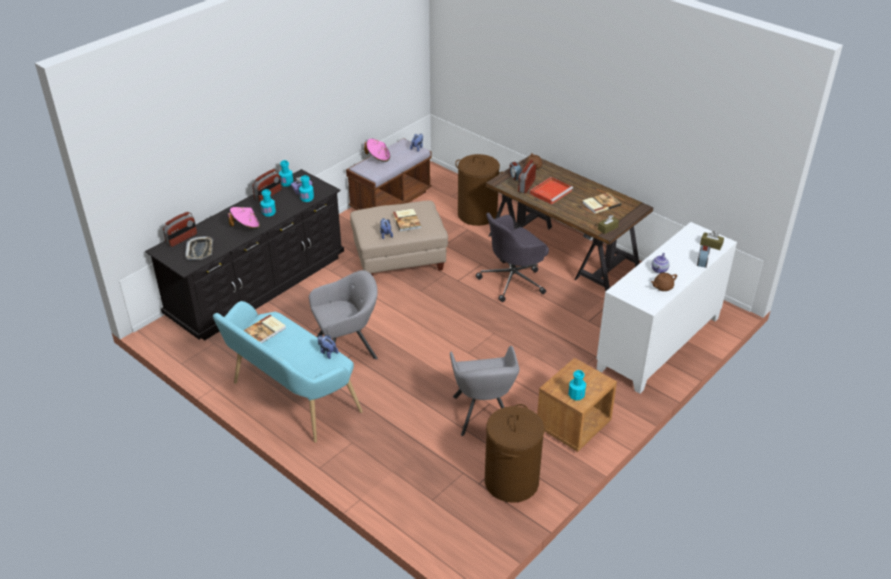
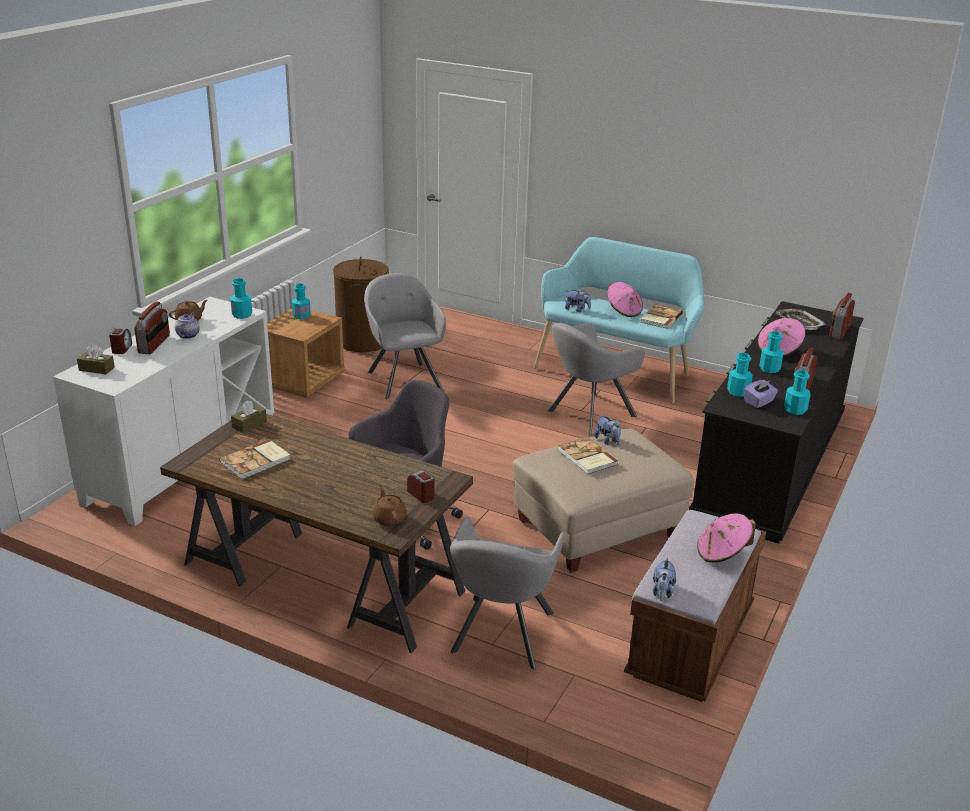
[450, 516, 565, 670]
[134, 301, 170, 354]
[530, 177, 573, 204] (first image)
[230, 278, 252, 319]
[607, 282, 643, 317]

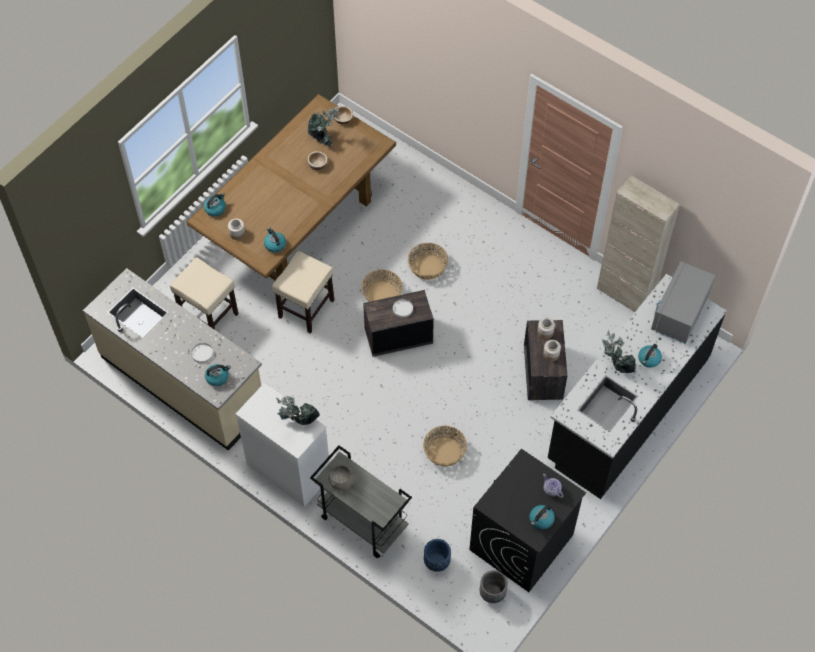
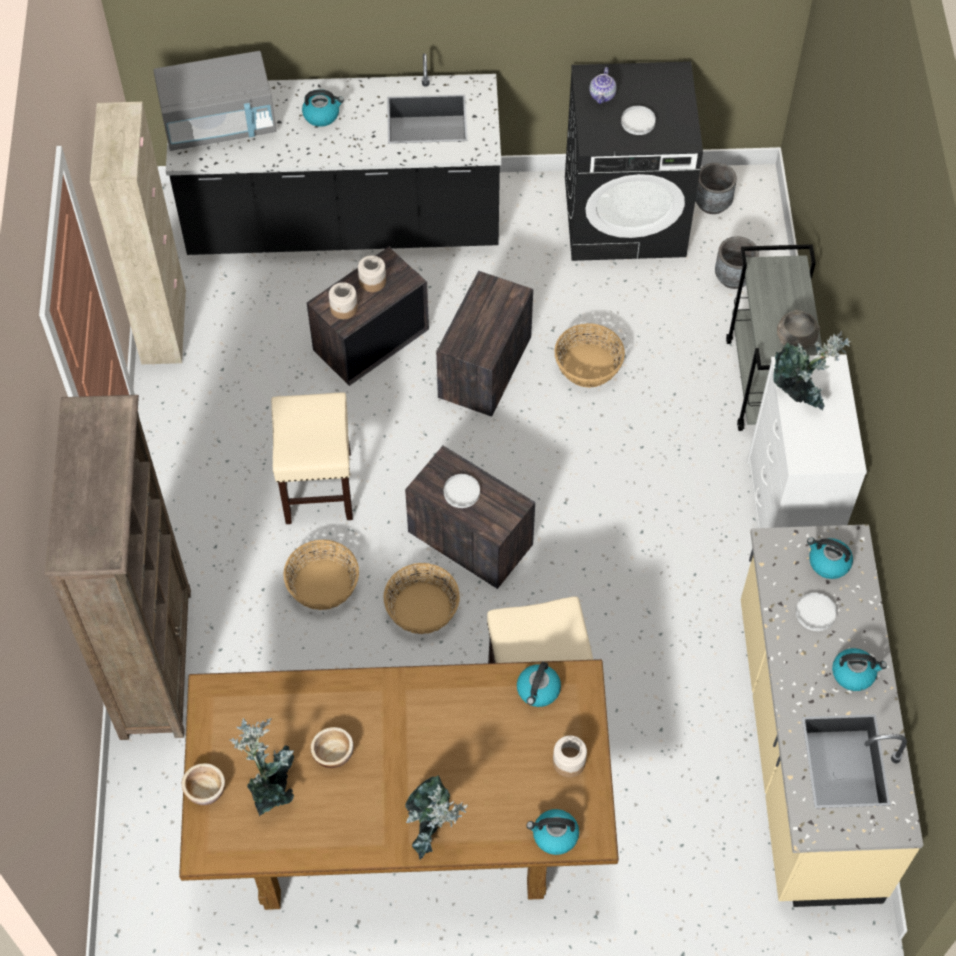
[271, 392, 353, 524]
[715, 236, 759, 289]
[832, 648, 887, 691]
[405, 776, 468, 860]
[45, 395, 191, 740]
[436, 271, 533, 417]
[621, 106, 656, 135]

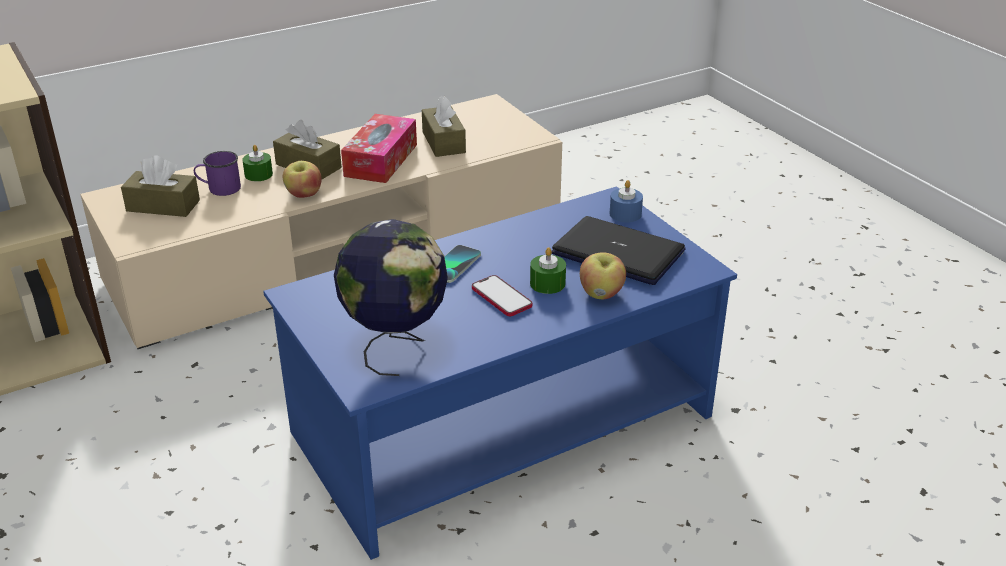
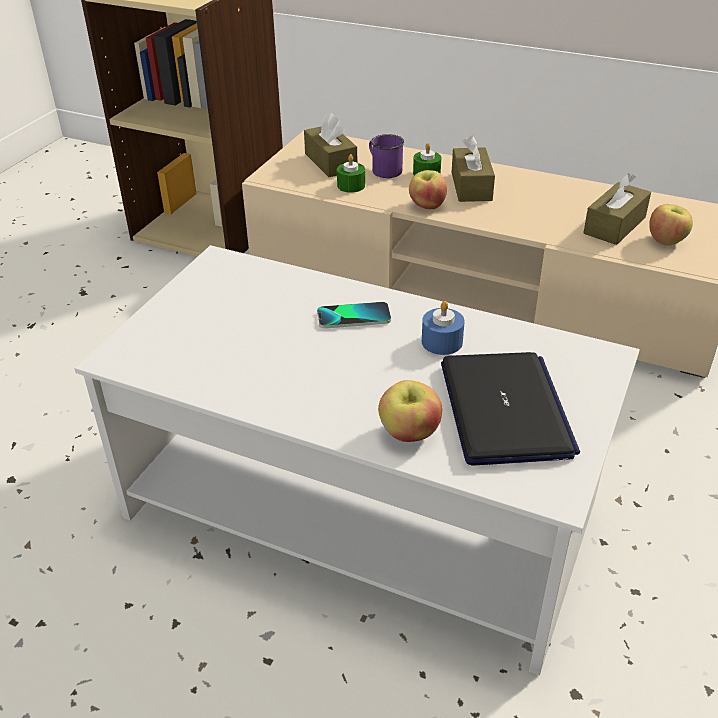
[74, 245, 640, 676]
[334, 219, 448, 376] (first image)
[341, 114, 417, 183] (first image)
[472, 275, 532, 316] (first image)
[337, 154, 365, 193]
[422, 301, 465, 355]
[649, 204, 693, 245]

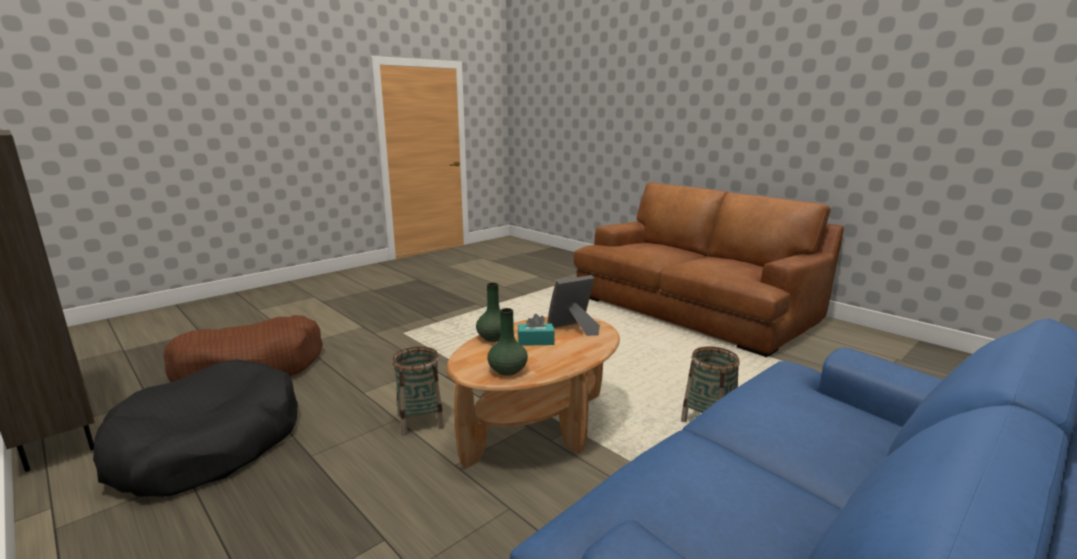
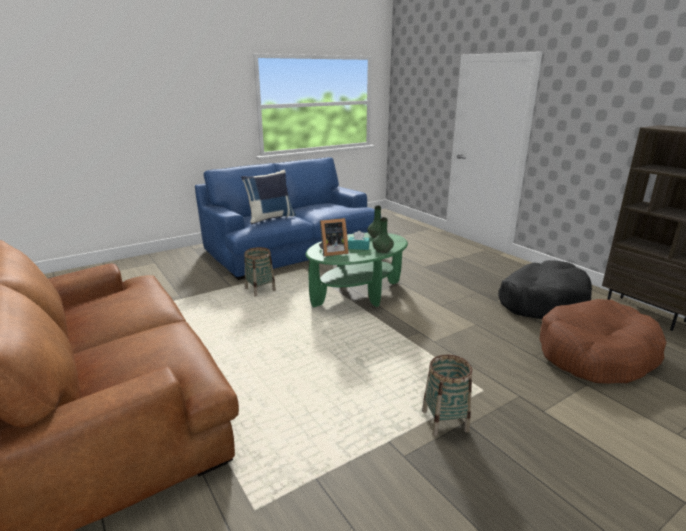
[422, 355, 473, 436]
[306, 233, 408, 307]
[241, 170, 296, 224]

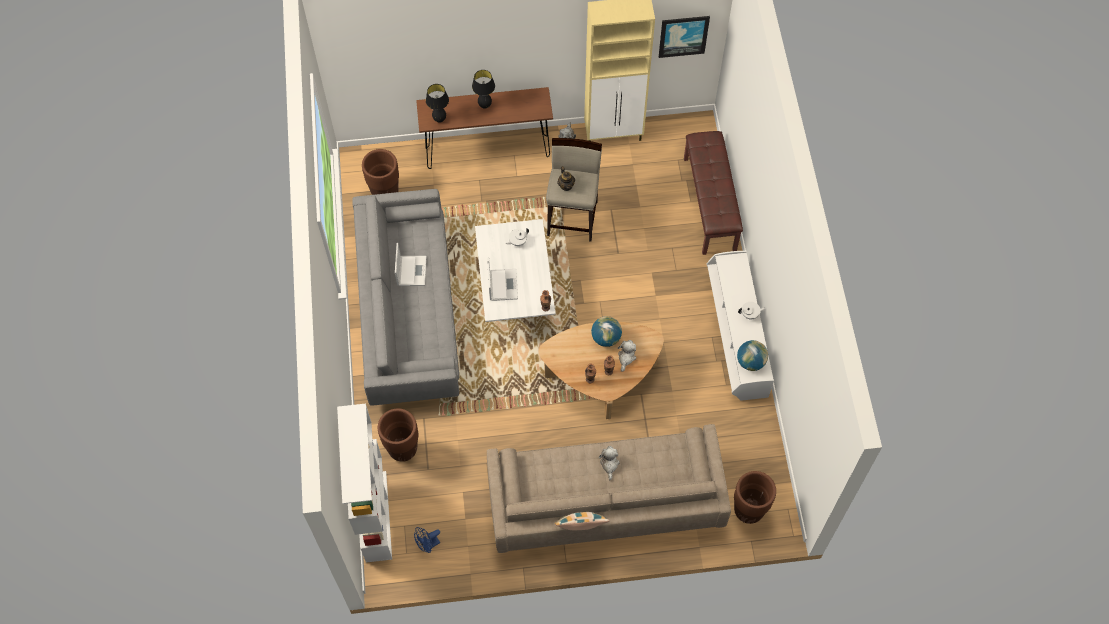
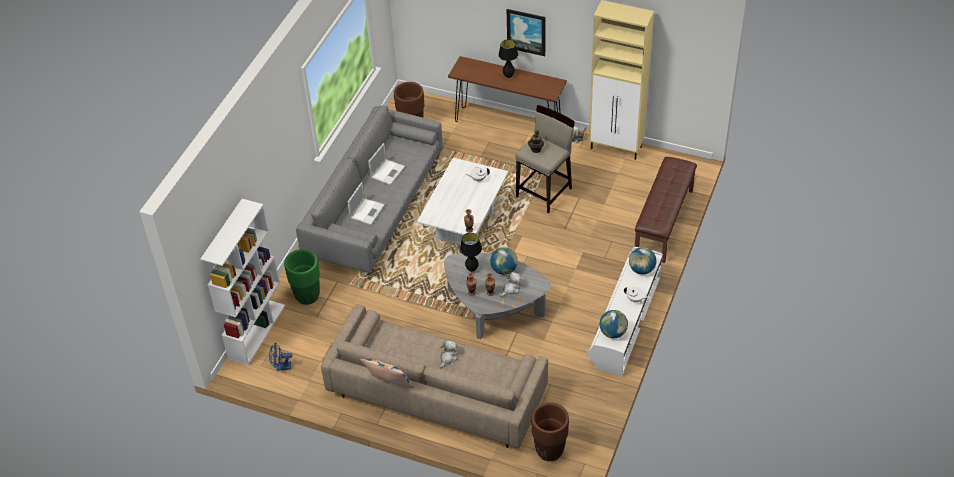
[284, 249, 320, 305]
[460, 233, 482, 272]
[347, 182, 385, 225]
[444, 253, 551, 339]
[507, 9, 546, 56]
[629, 247, 656, 275]

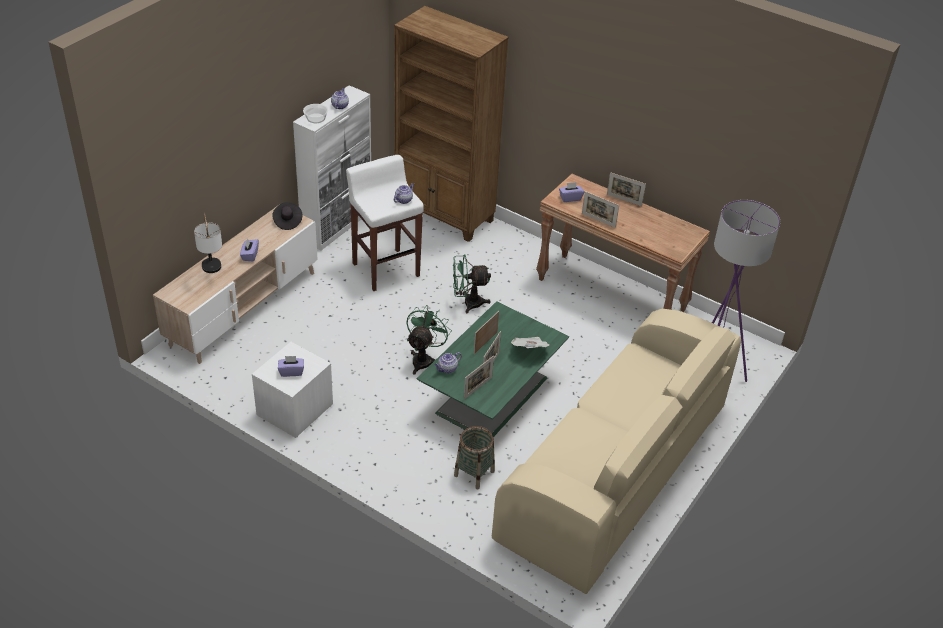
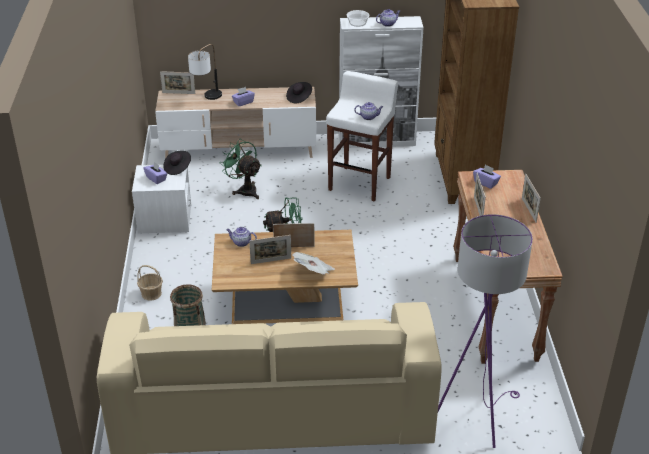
[212, 230, 358, 324]
[221, 139, 262, 199]
[160, 71, 195, 94]
[137, 265, 163, 301]
[163, 150, 191, 175]

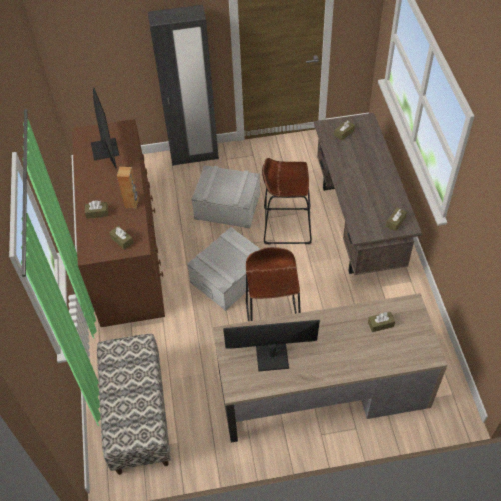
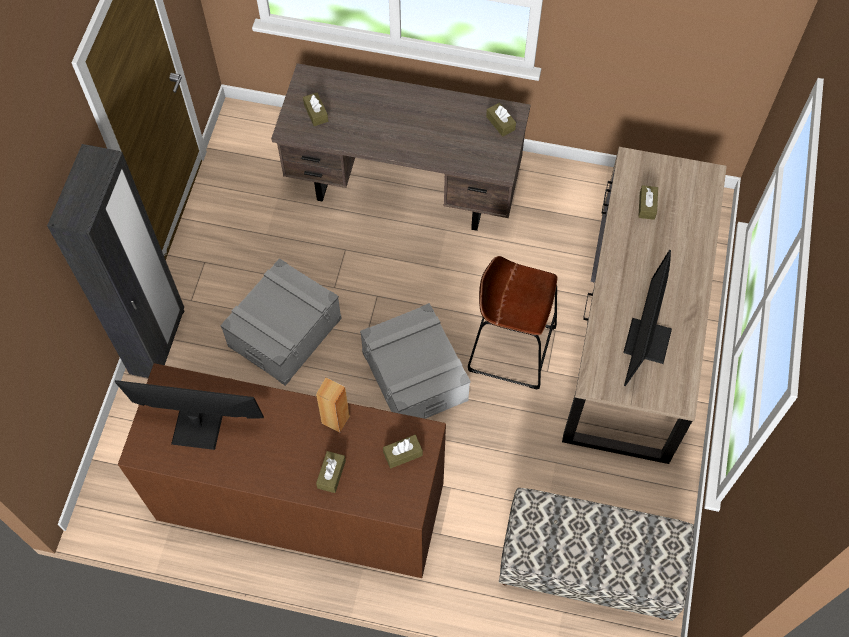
[262, 158, 312, 244] (first image)

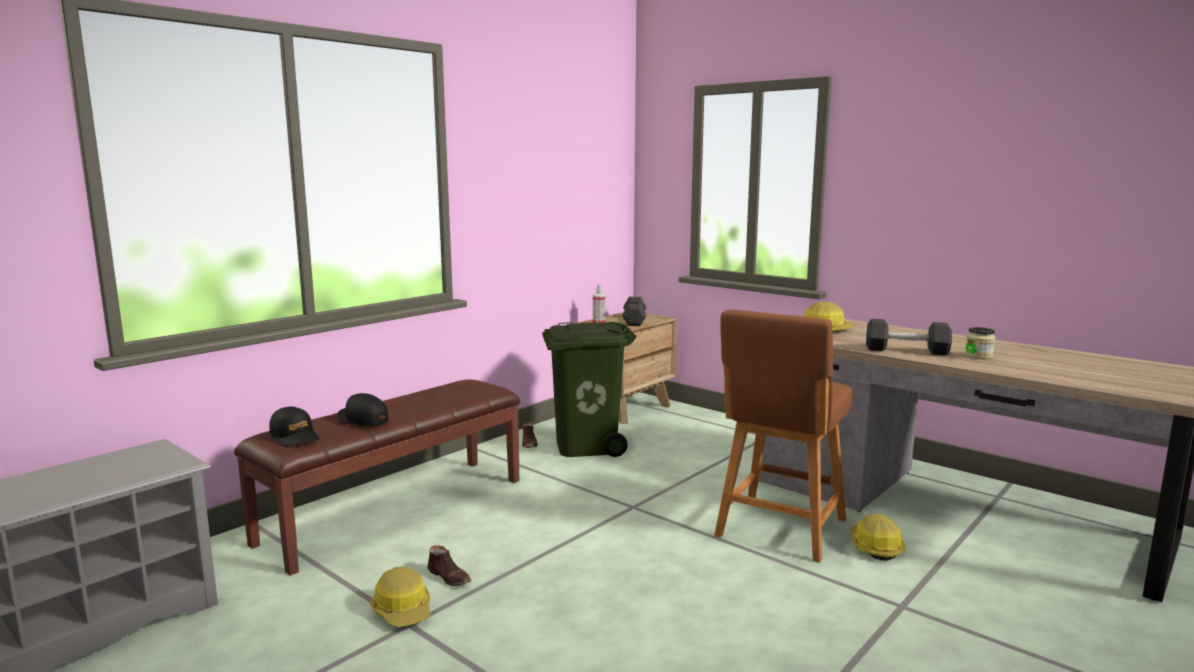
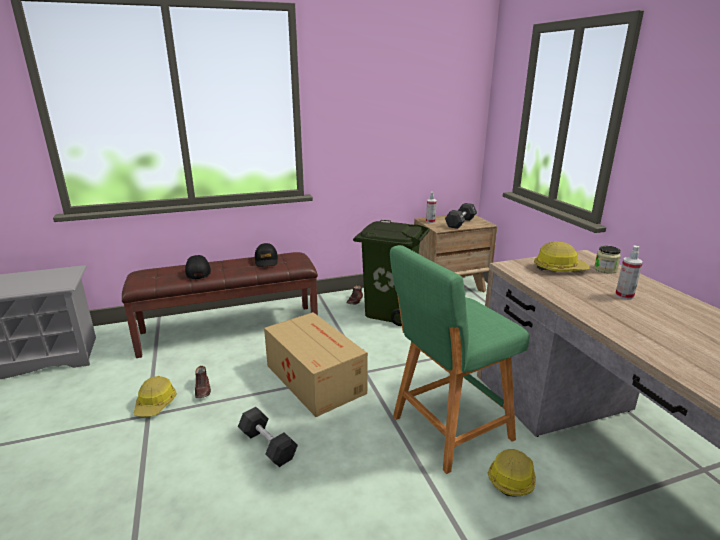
[255, 243, 278, 267]
[390, 245, 530, 474]
[238, 407, 298, 467]
[594, 246, 621, 274]
[264, 312, 368, 417]
[615, 245, 643, 300]

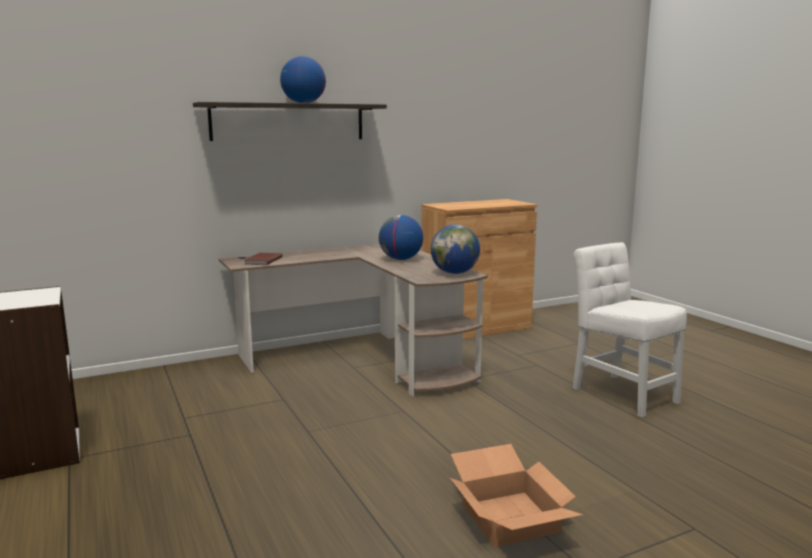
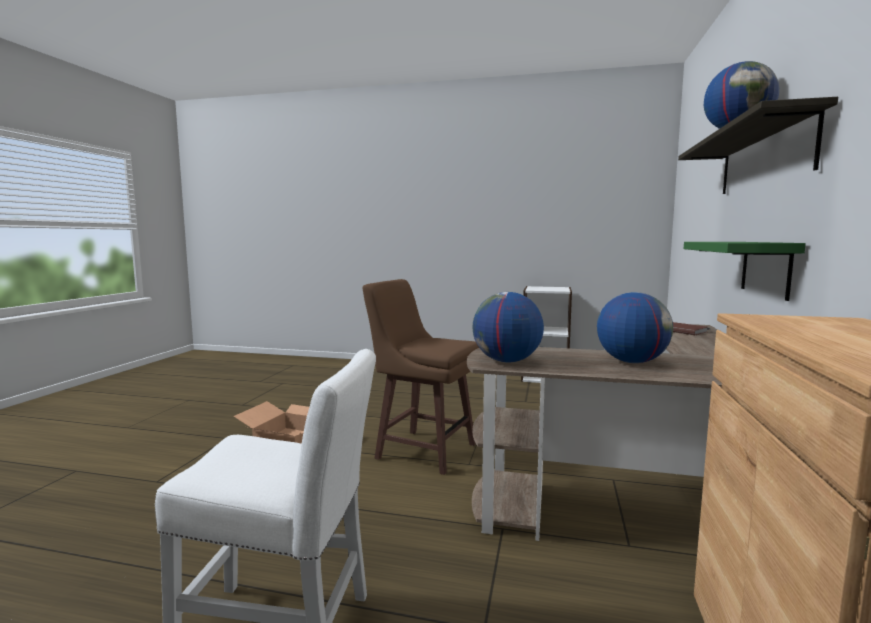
[363, 279, 479, 475]
[684, 242, 806, 301]

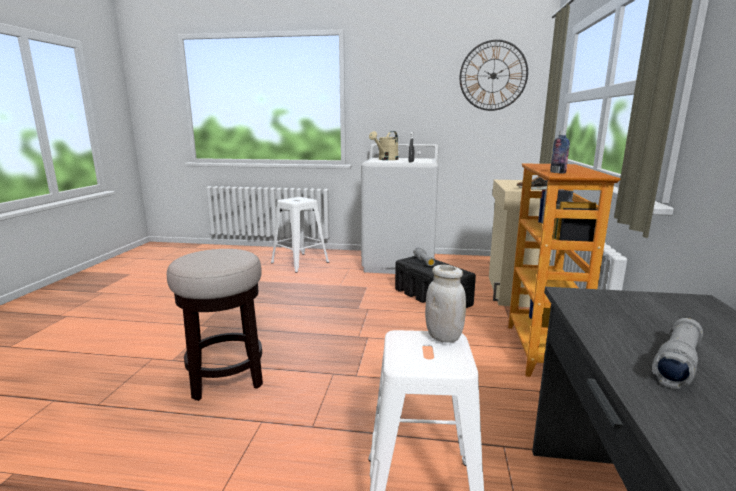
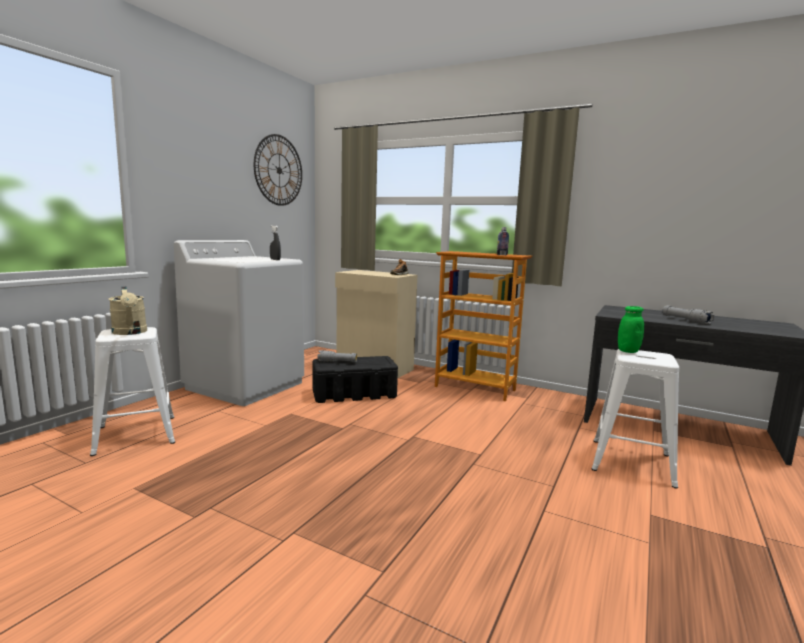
[167, 249, 263, 401] (first image)
[109, 287, 147, 335]
[618, 306, 644, 353]

